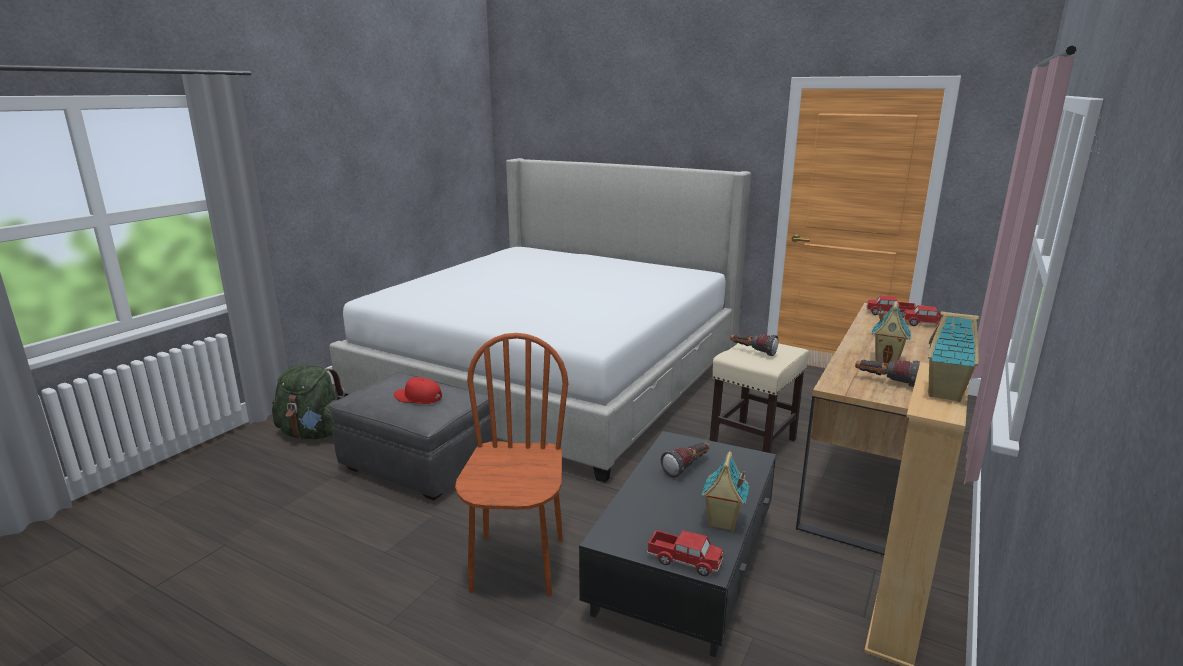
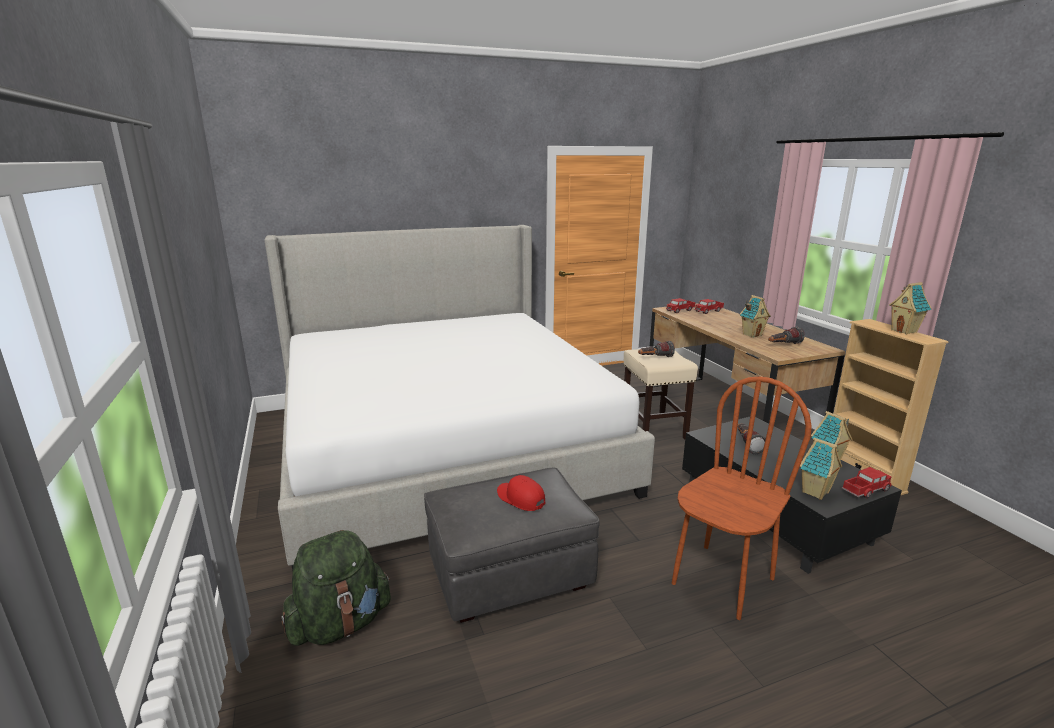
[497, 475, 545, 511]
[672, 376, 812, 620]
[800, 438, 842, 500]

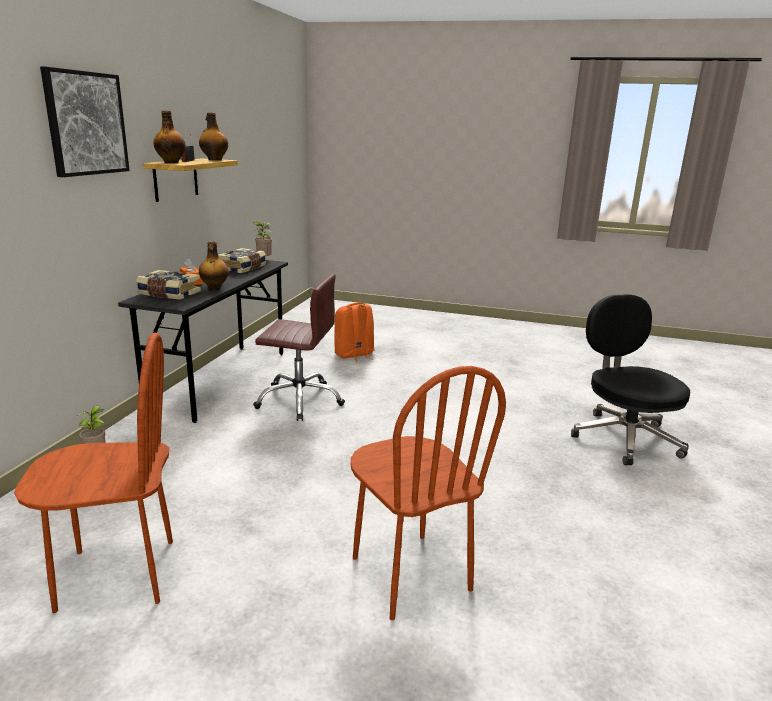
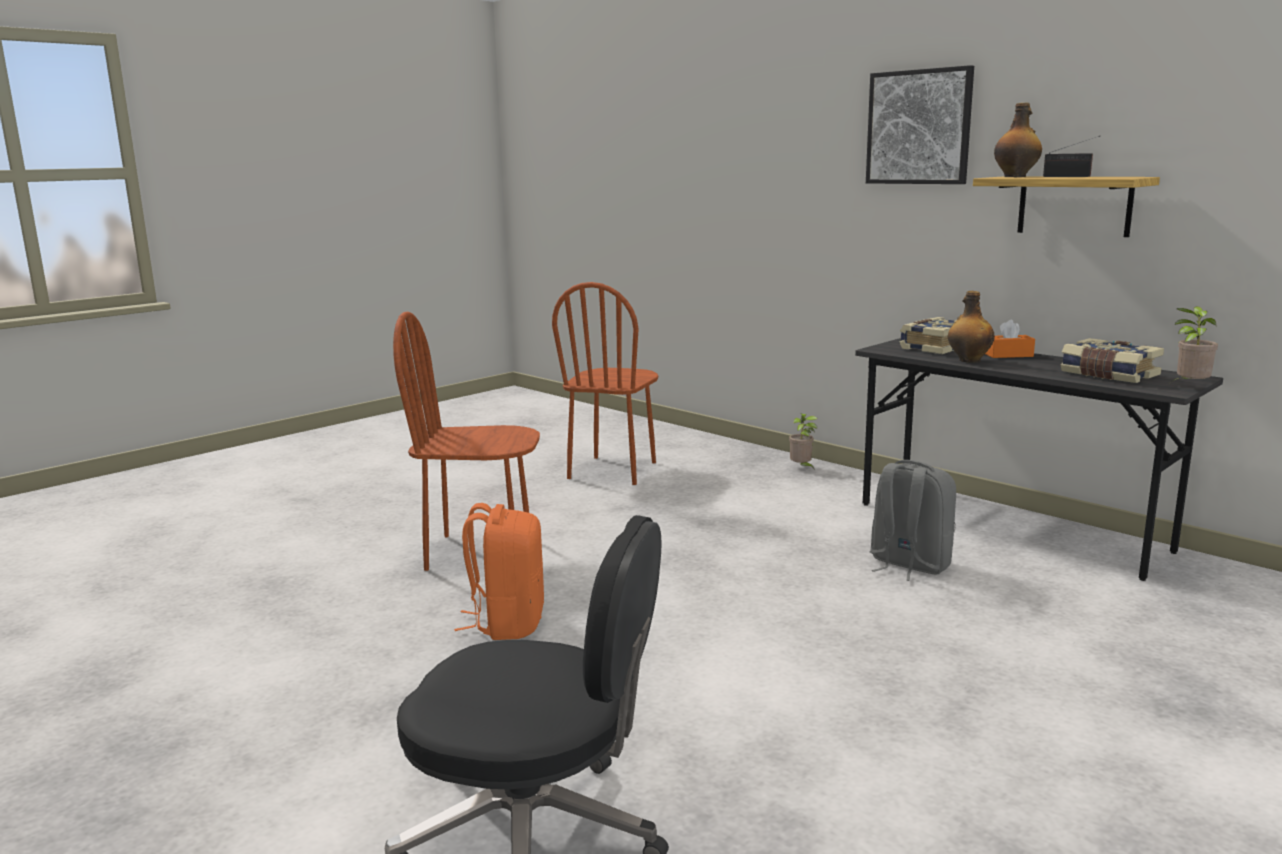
[199, 112, 228, 161] (first image)
[870, 460, 956, 581]
[454, 503, 544, 640]

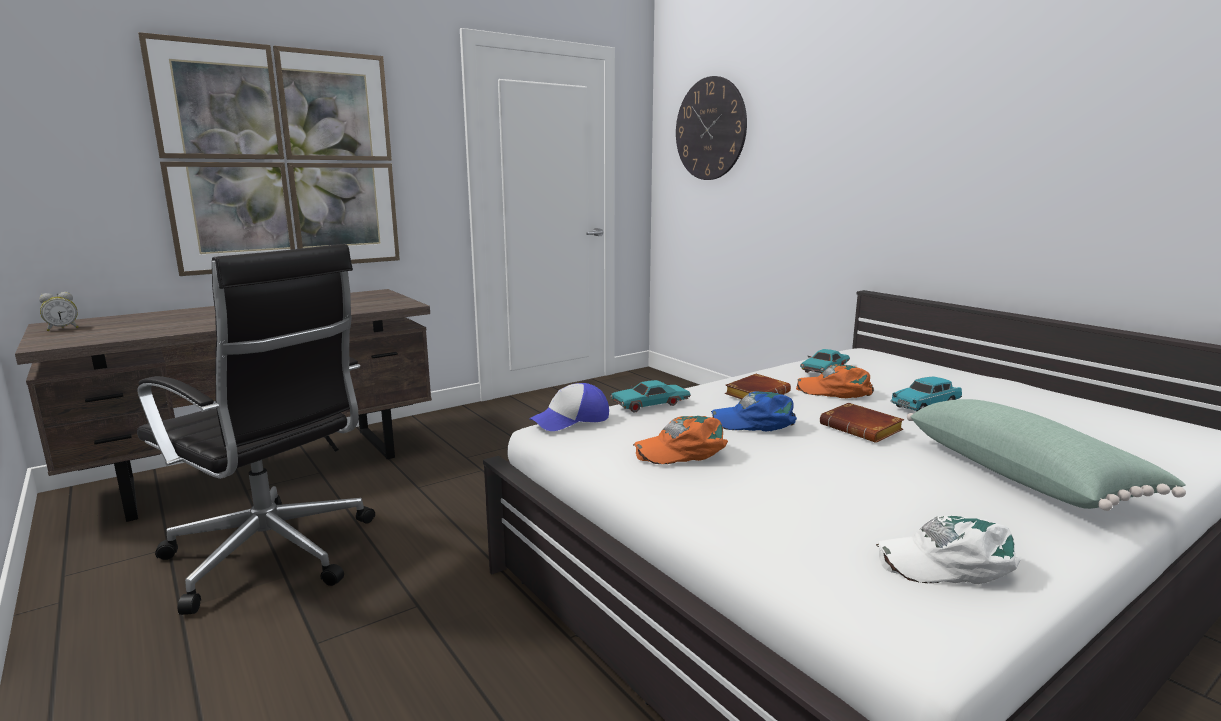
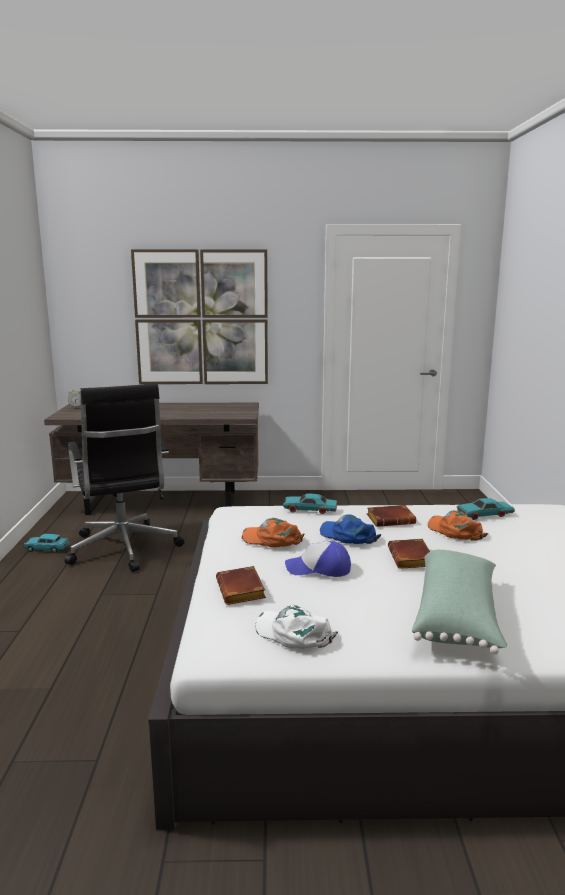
[285, 541, 351, 577]
[676, 76, 747, 180] (first image)
[23, 534, 69, 553]
[216, 566, 266, 605]

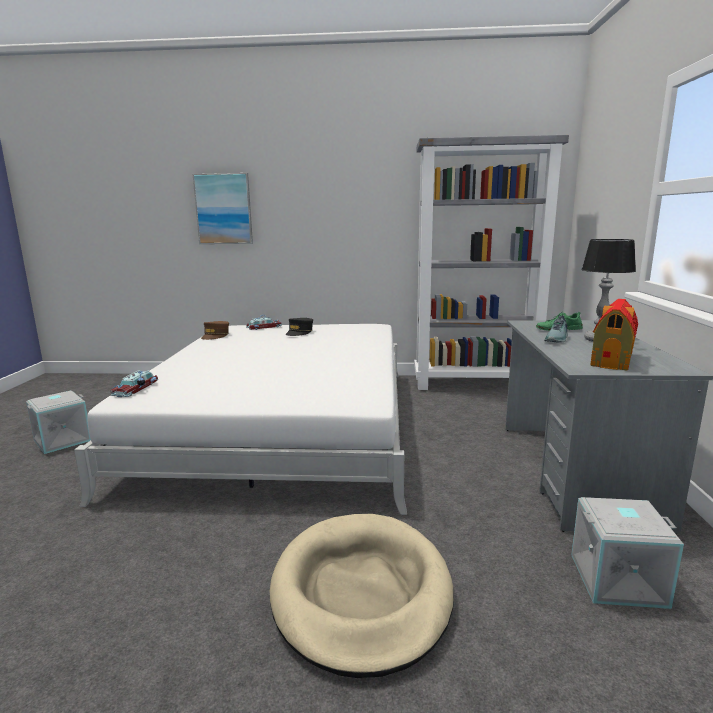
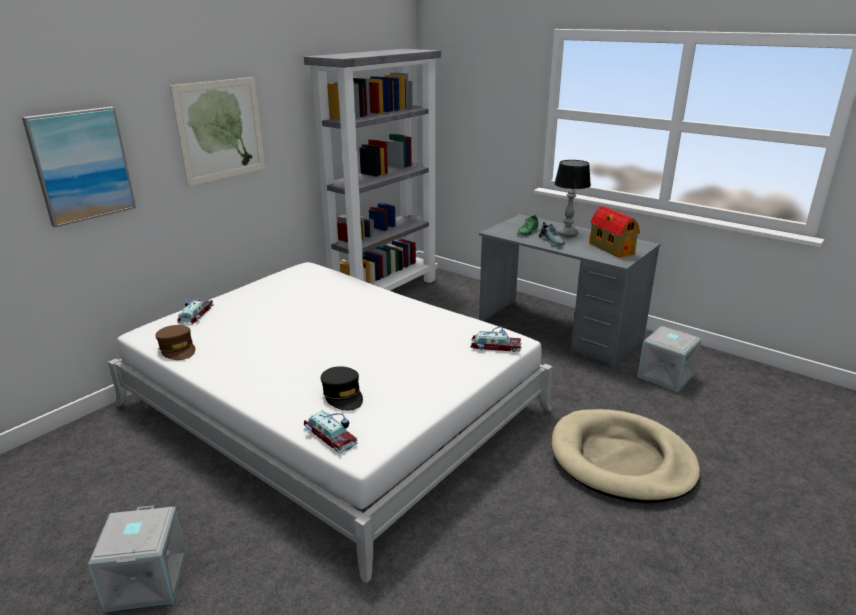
[321, 366, 363, 411]
[170, 77, 265, 186]
[470, 327, 522, 352]

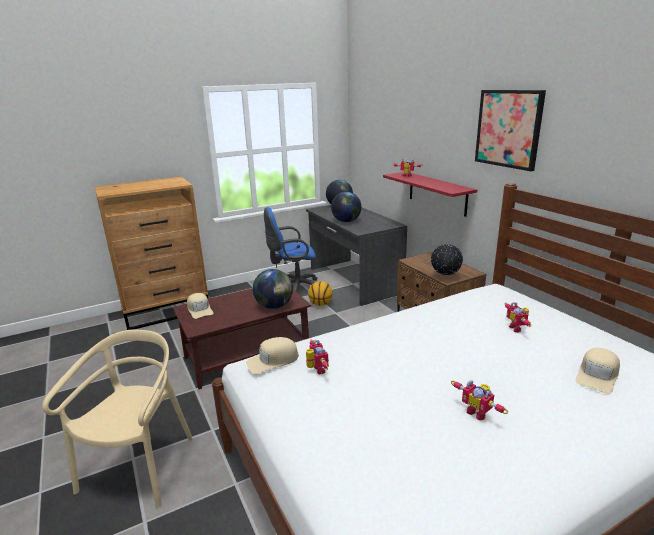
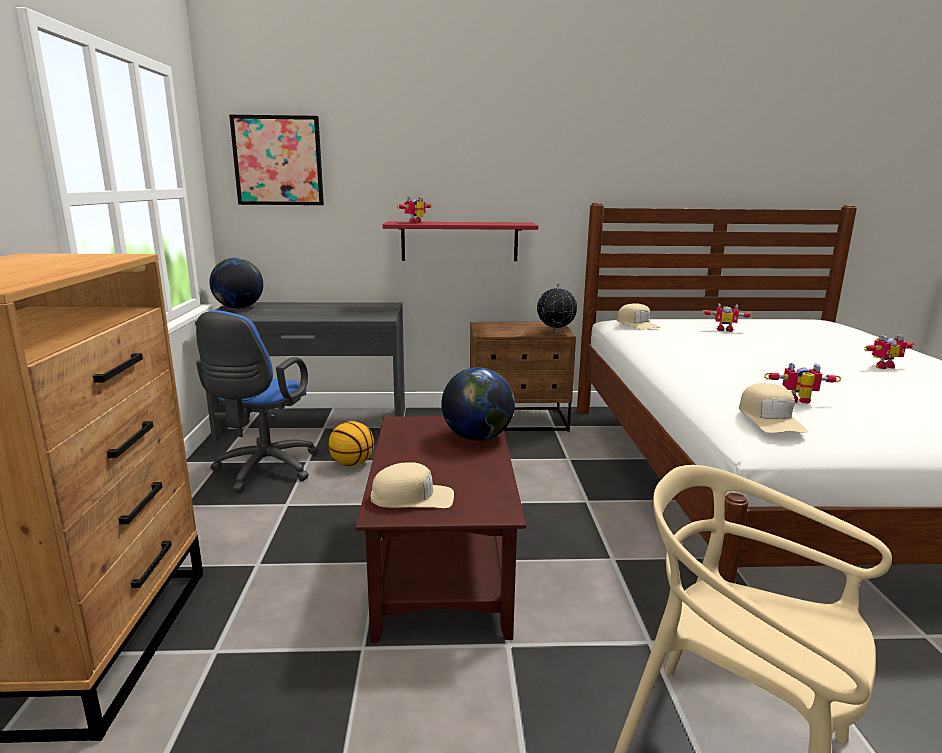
[331, 192, 362, 222] (first image)
[229, 115, 324, 205]
[617, 303, 661, 330]

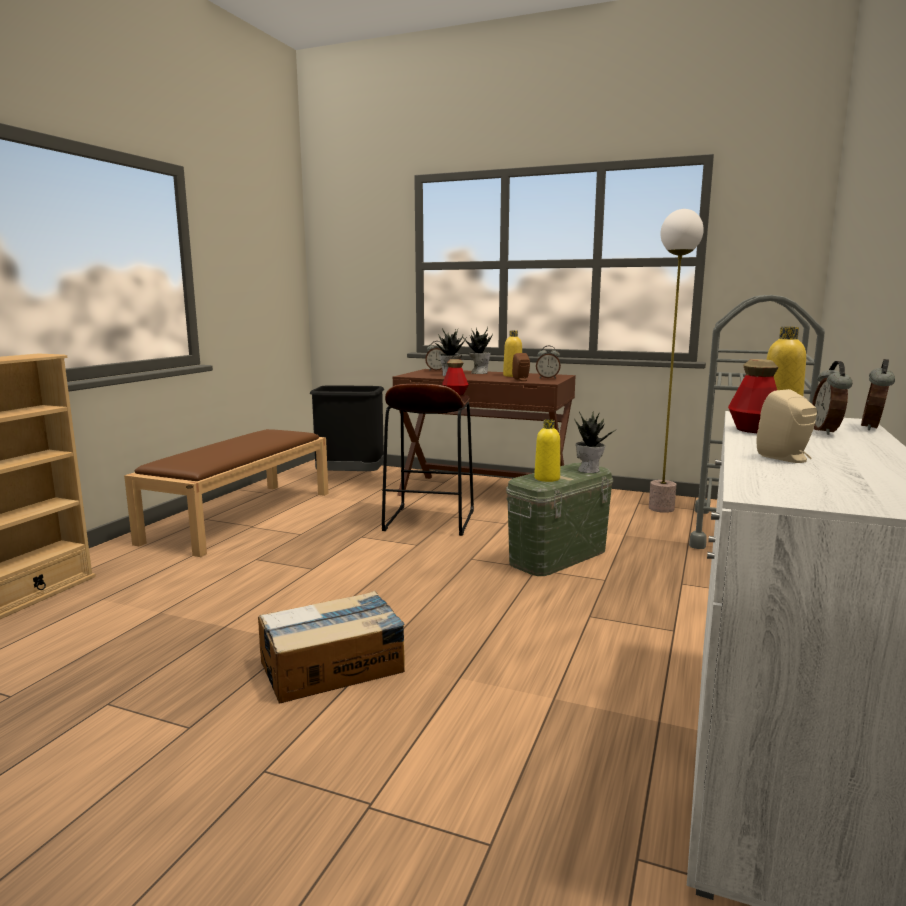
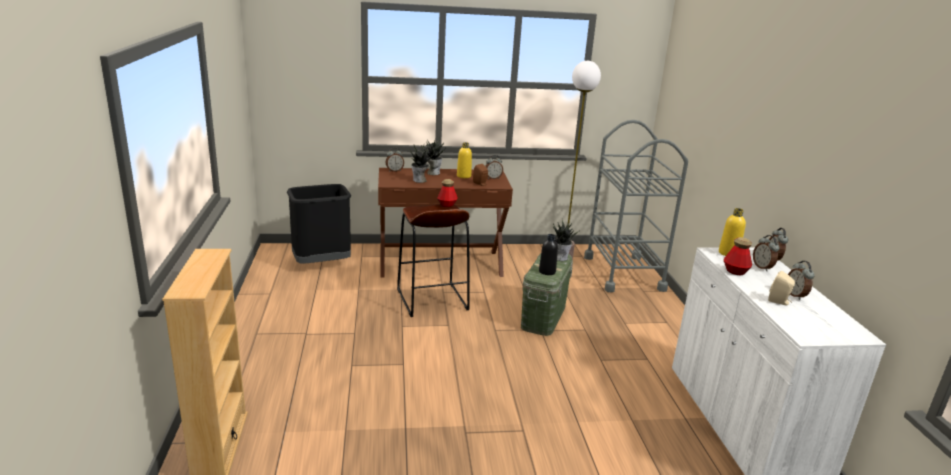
[124, 429, 329, 557] (first image)
[258, 591, 405, 703] (first image)
[539, 234, 558, 275]
[788, 261, 815, 300]

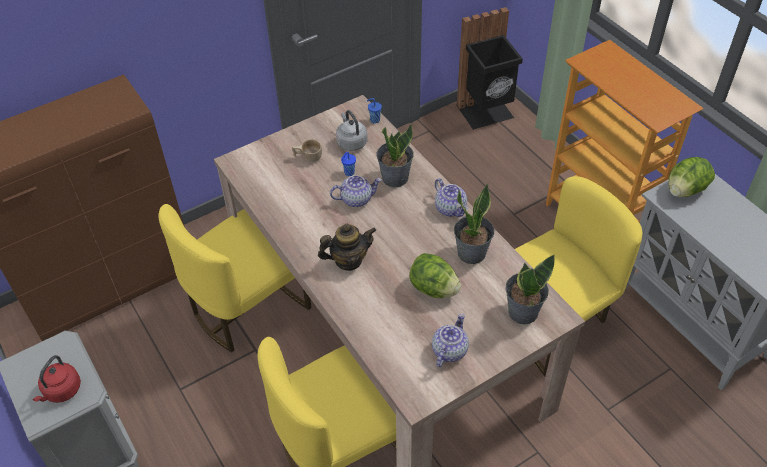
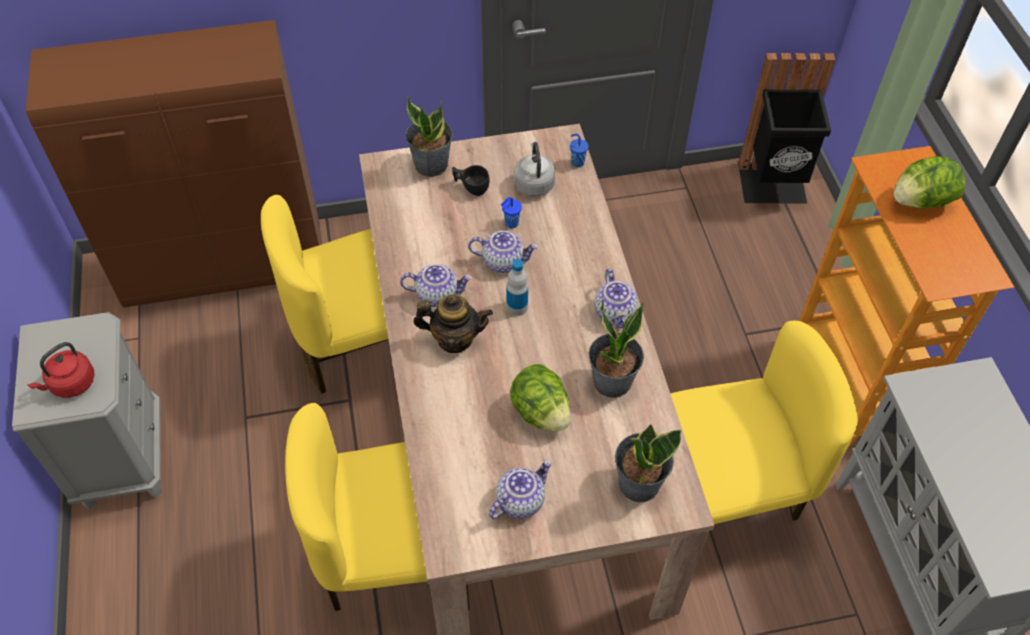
[452, 165, 490, 196]
[405, 96, 453, 177]
[894, 156, 966, 208]
[400, 264, 472, 307]
[507, 259, 528, 316]

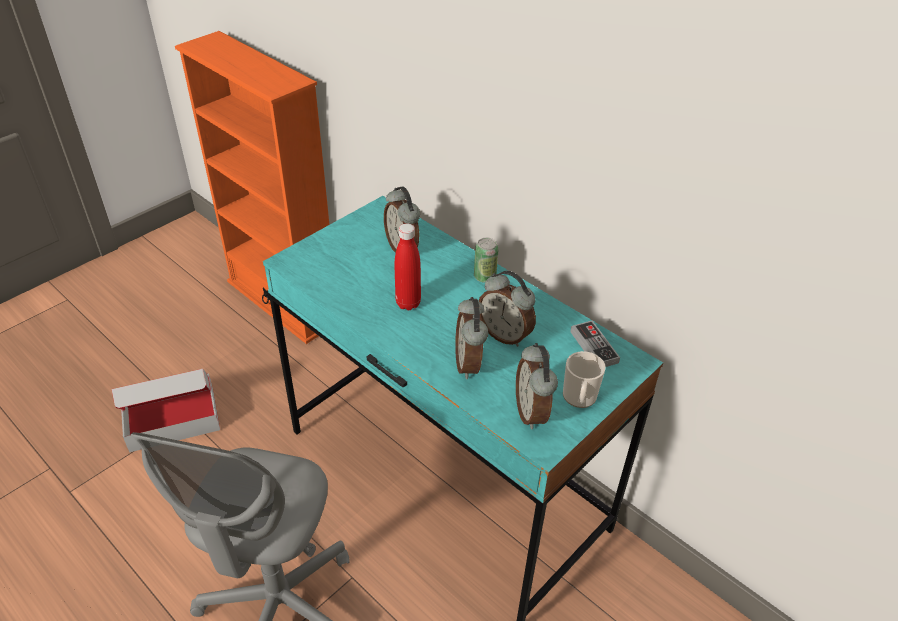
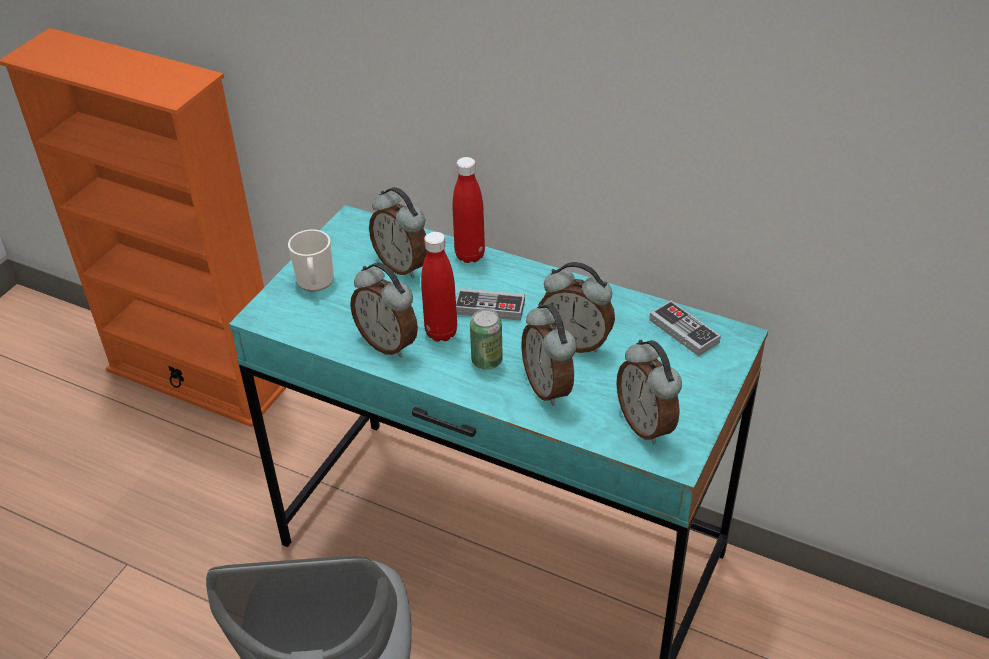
[112, 369, 220, 452] (first image)
[470, 309, 503, 370]
[288, 229, 334, 291]
[350, 262, 418, 358]
[453, 157, 485, 263]
[456, 288, 525, 321]

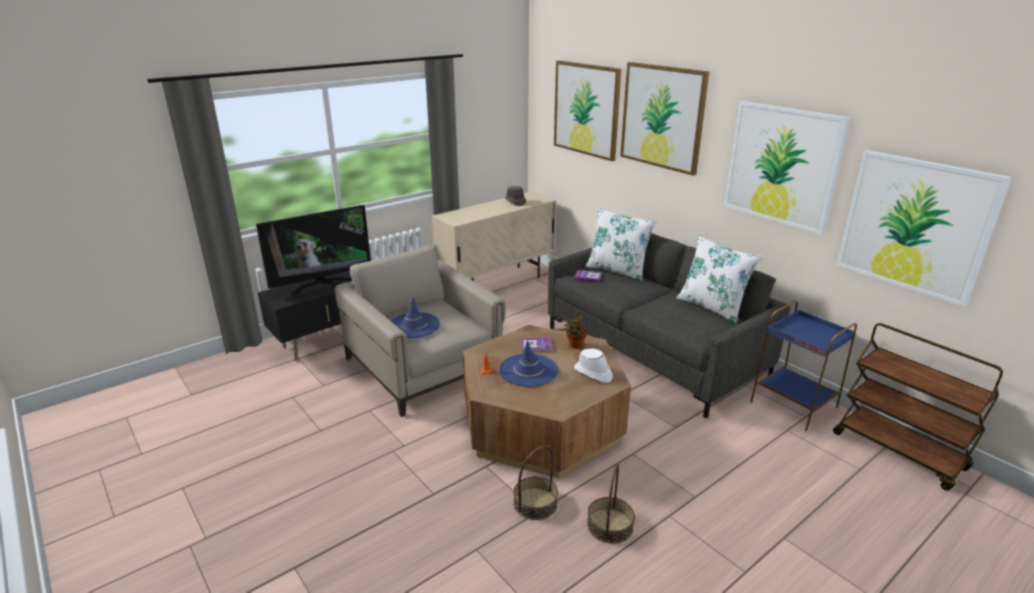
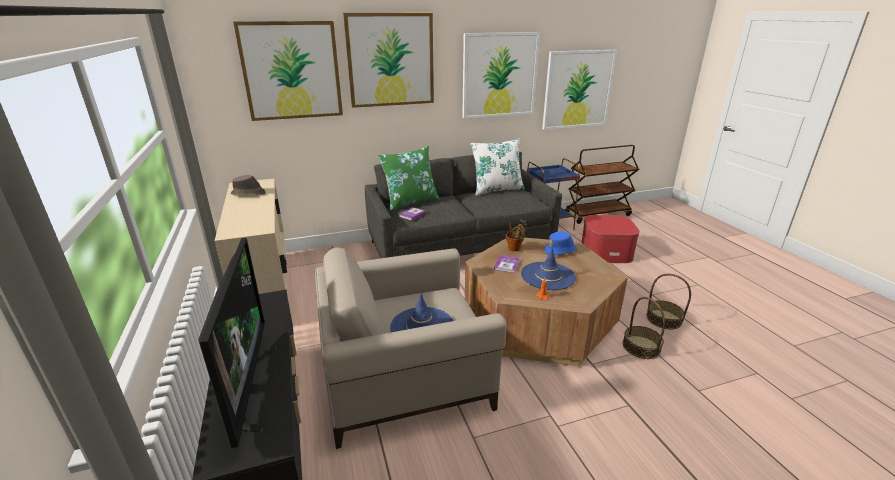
[544, 232, 577, 255]
[378, 146, 440, 212]
[581, 215, 640, 263]

